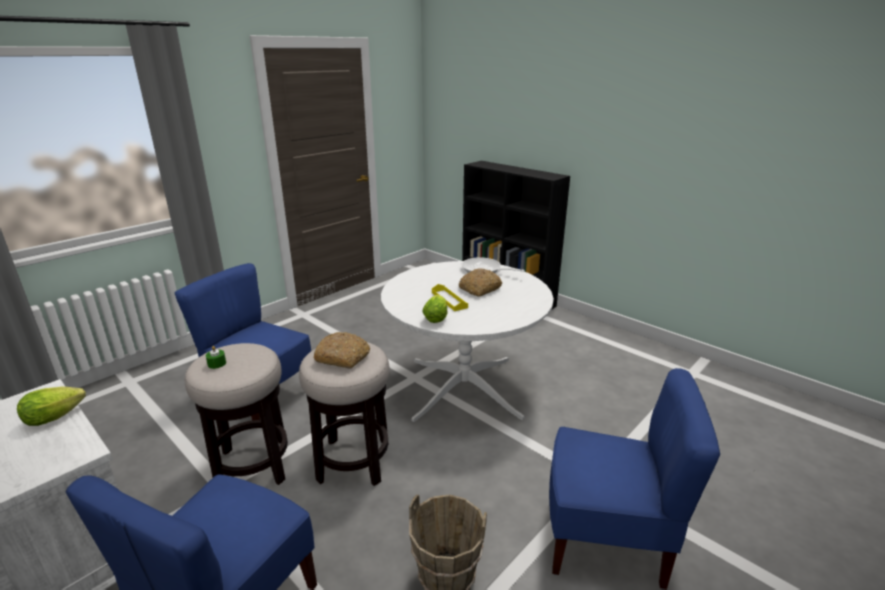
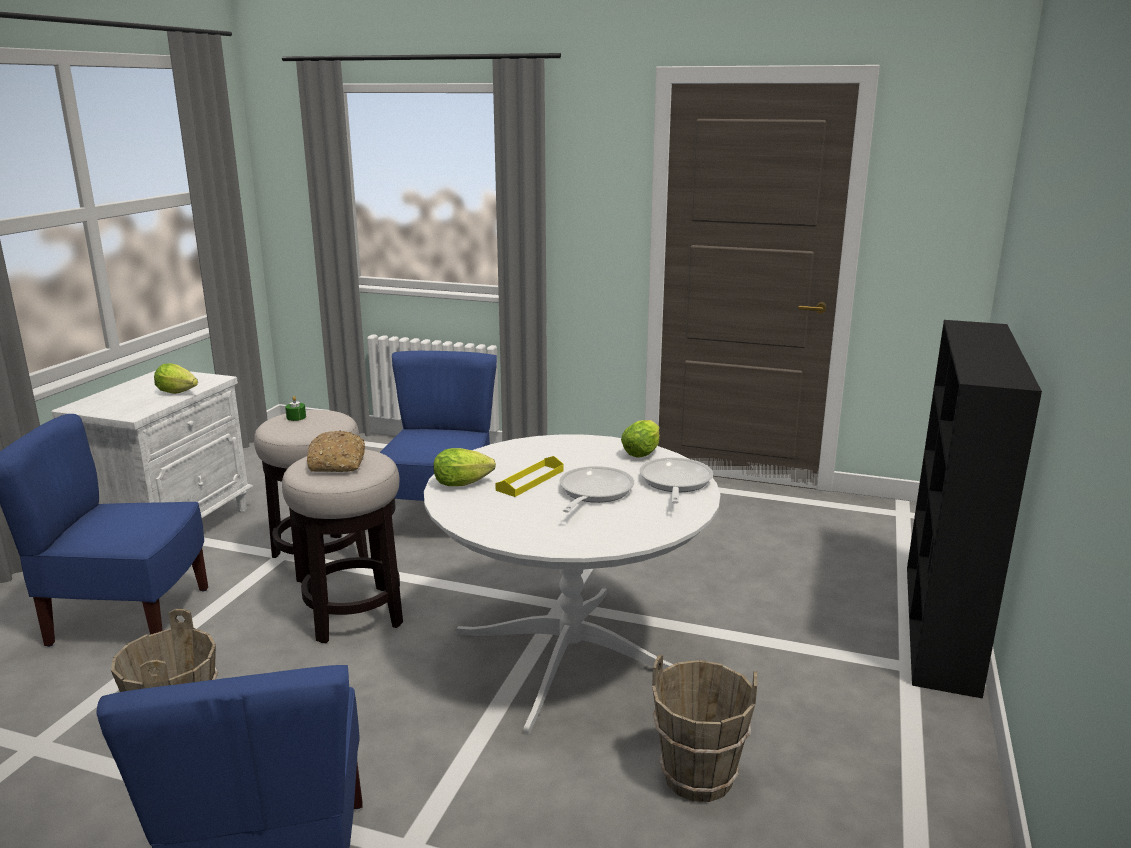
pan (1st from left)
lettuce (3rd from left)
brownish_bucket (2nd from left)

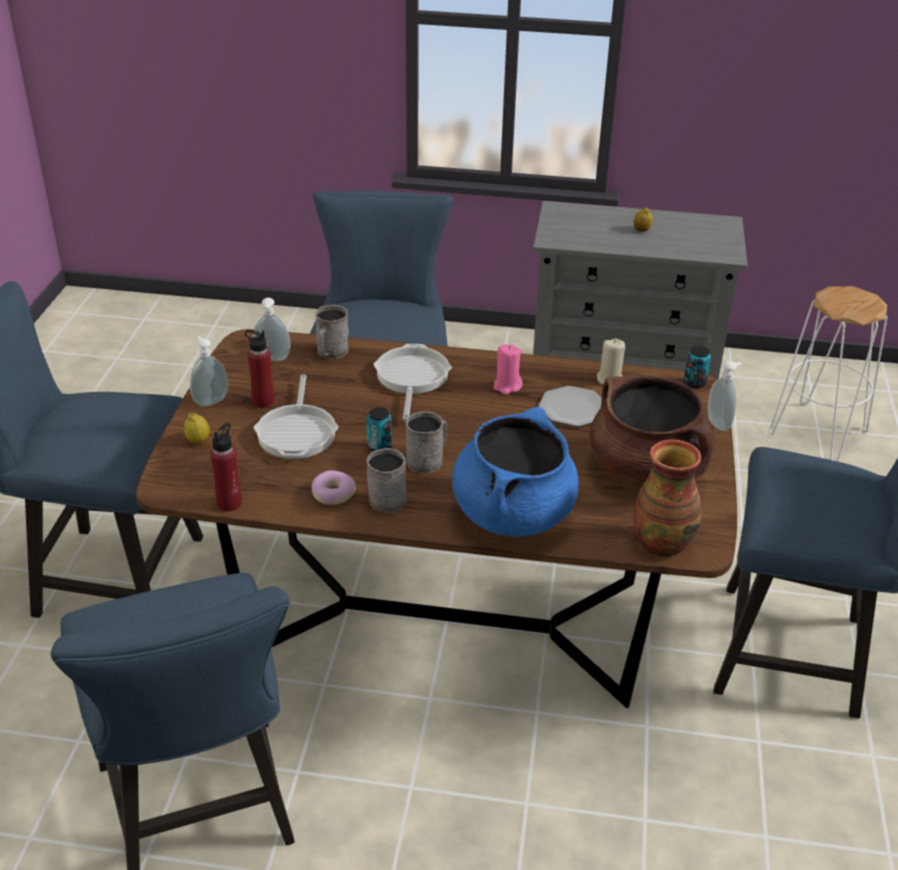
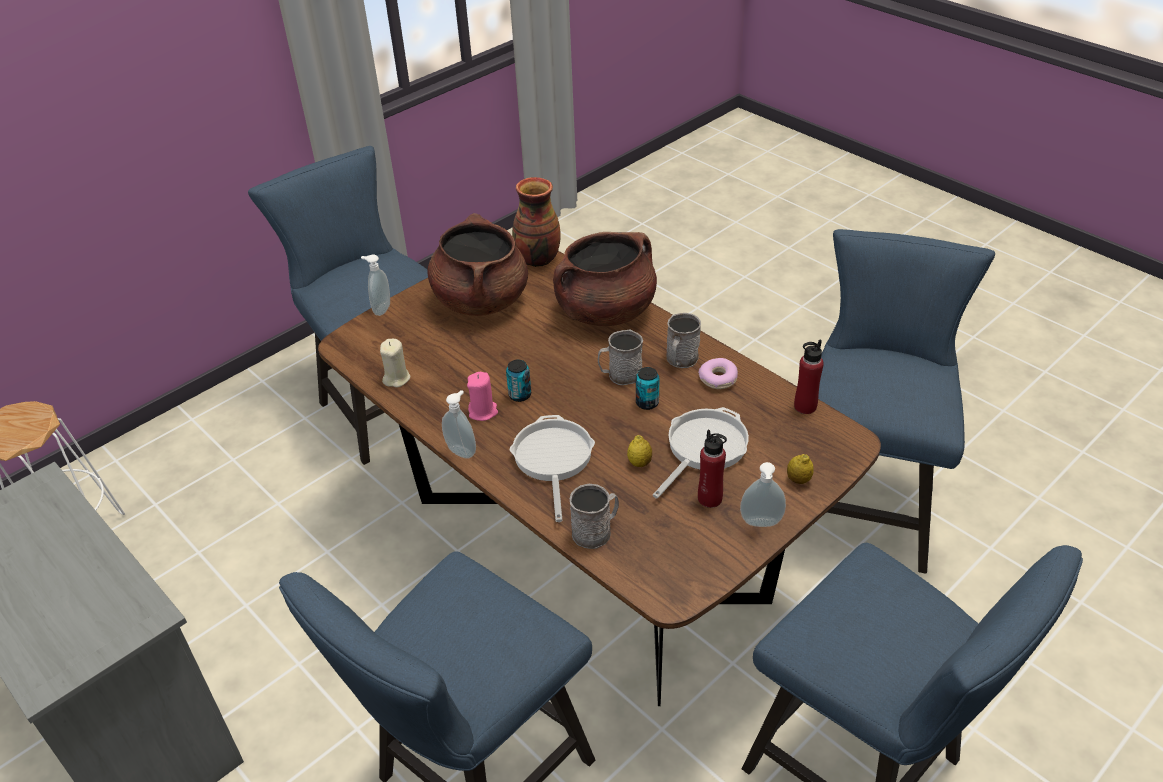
lemon (1st from left)
soap_bottle (2nd from left)
pan (1st from left)
sealed_can (1st from left)
plate
brownish_saucepot (2nd from left)

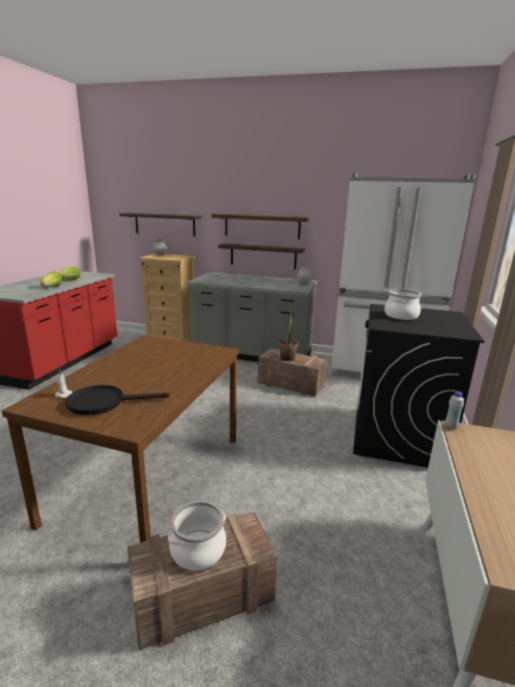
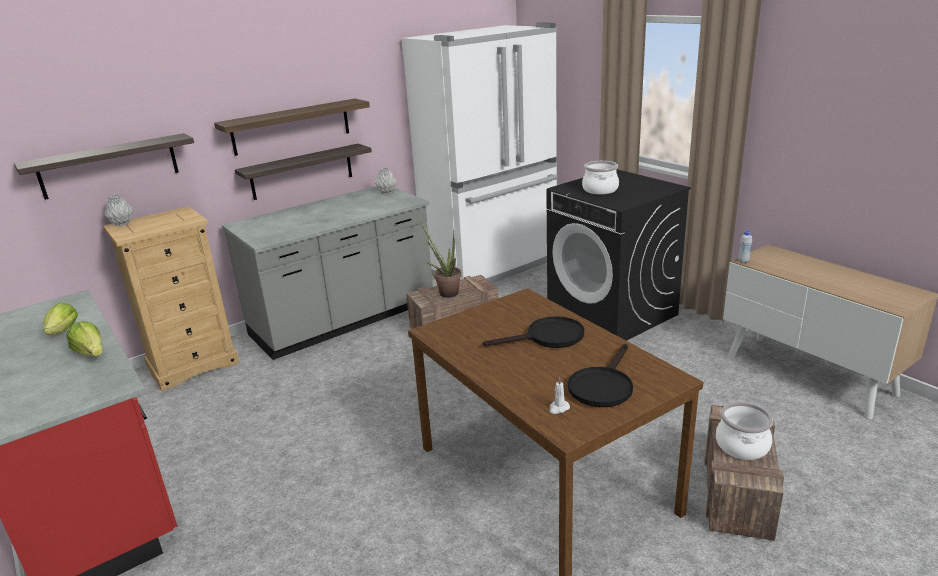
blackish_pan (1st from left)

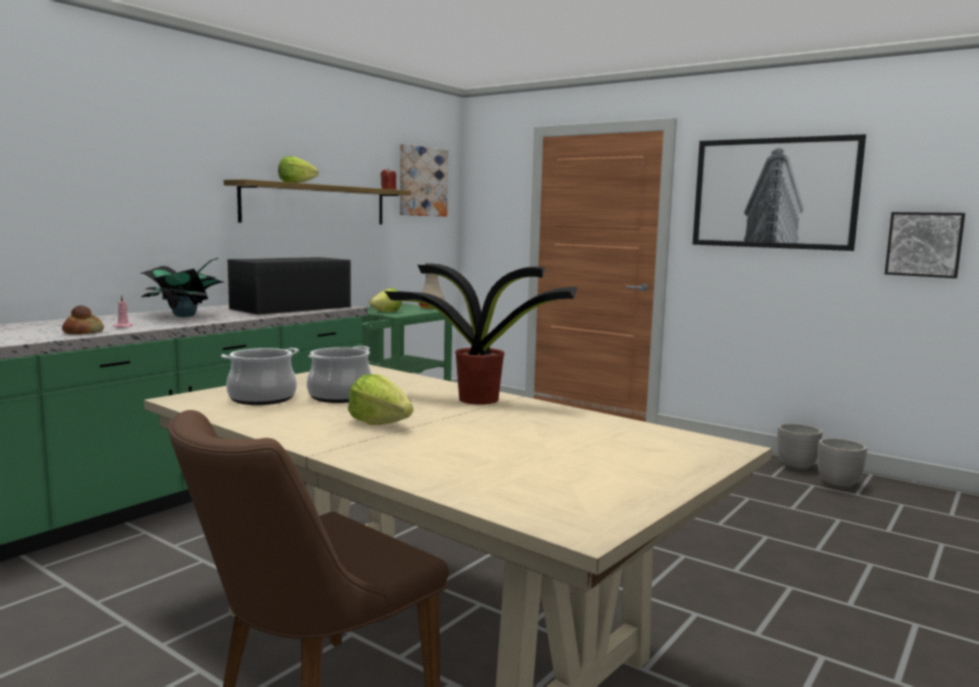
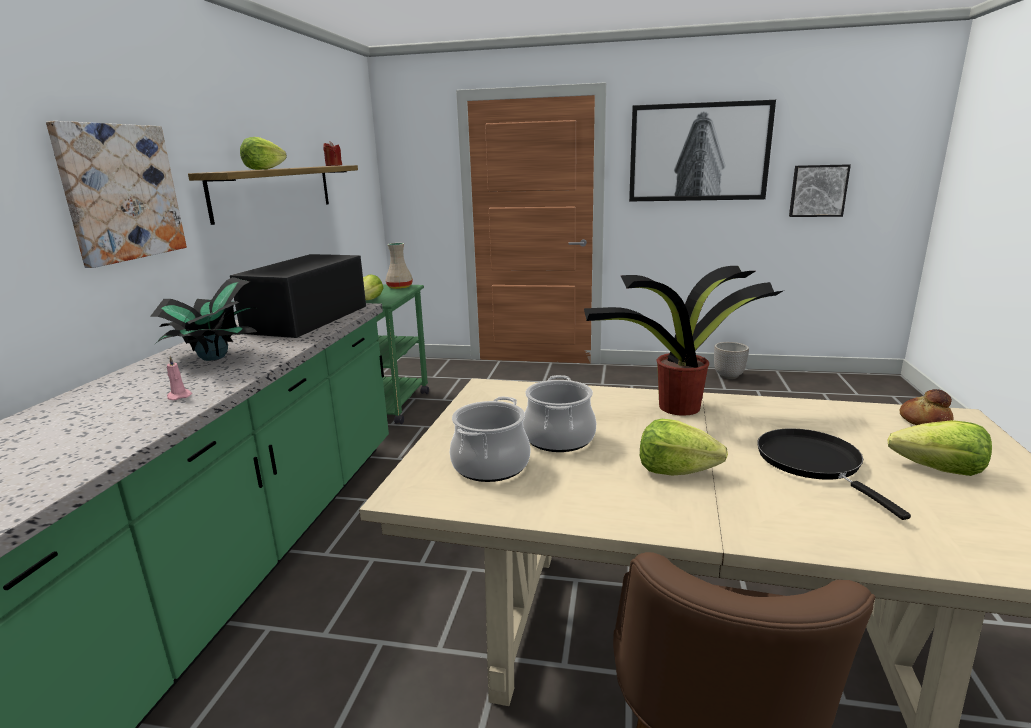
picture (1st from left)
bakery_bread
planter (2nd from left in the first image)
lettuce (4th from left)
blackish_pan

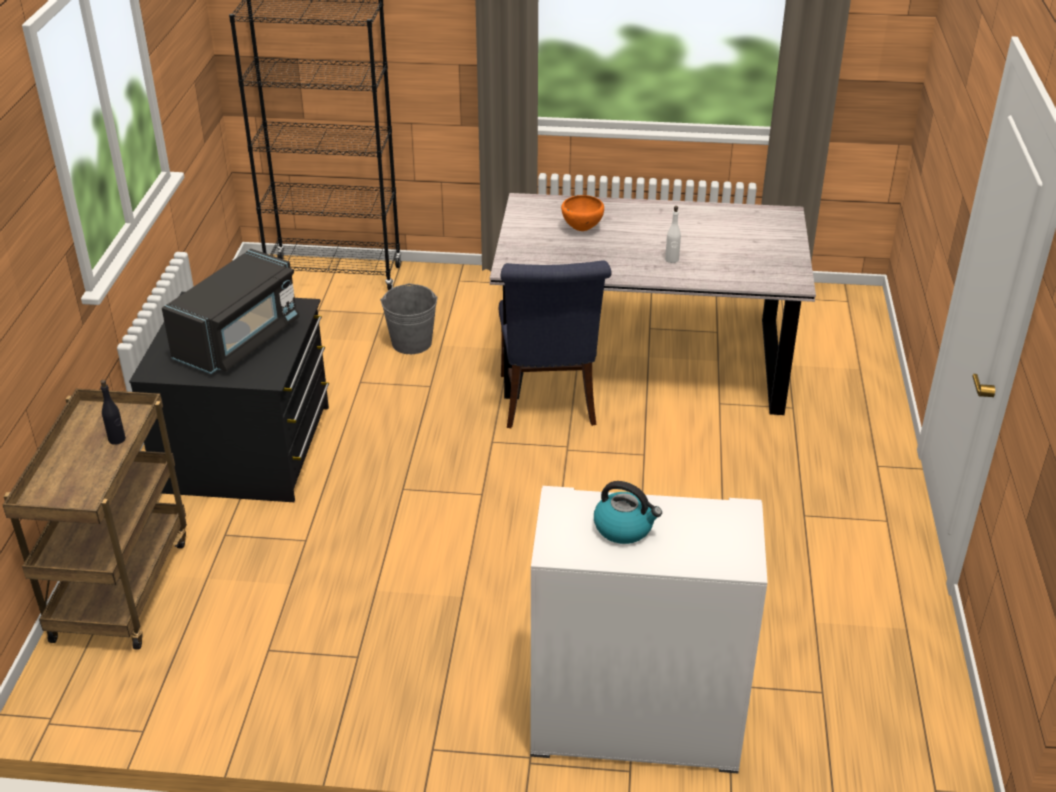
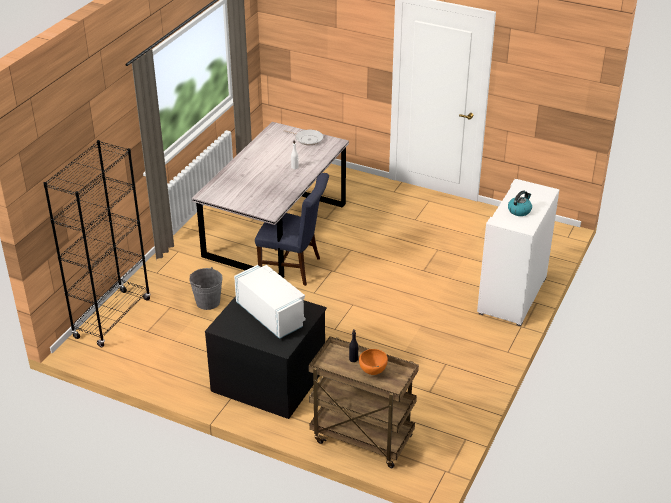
orangey_bowl
white_microwave
pan

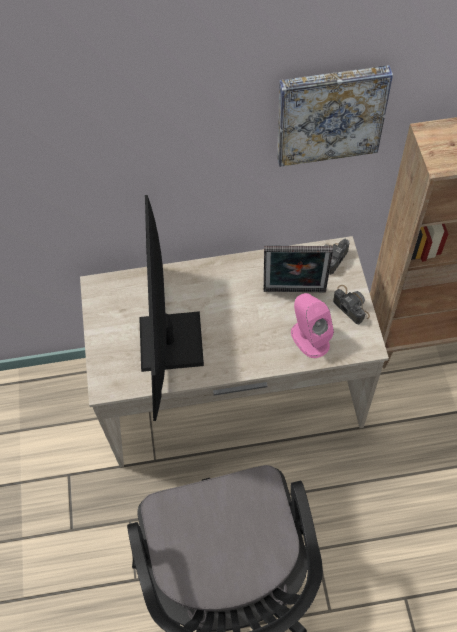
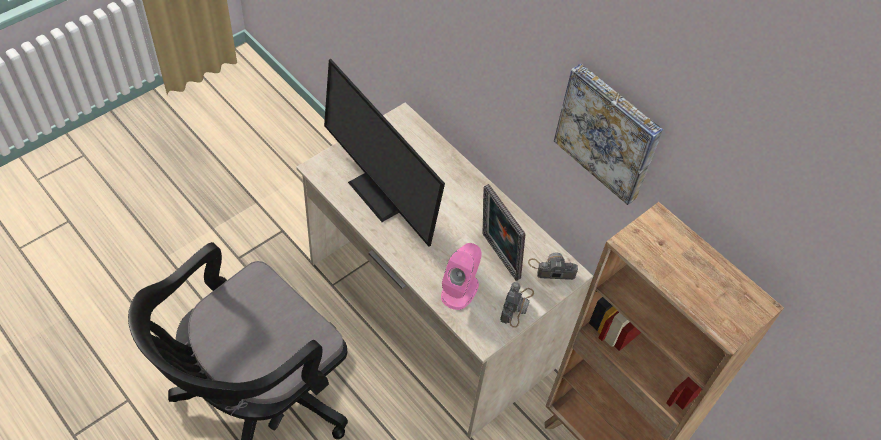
monitor

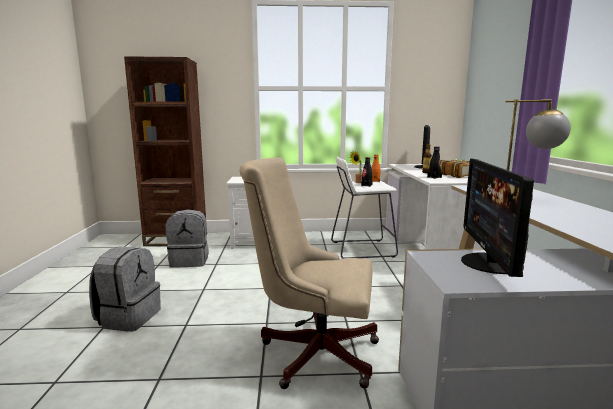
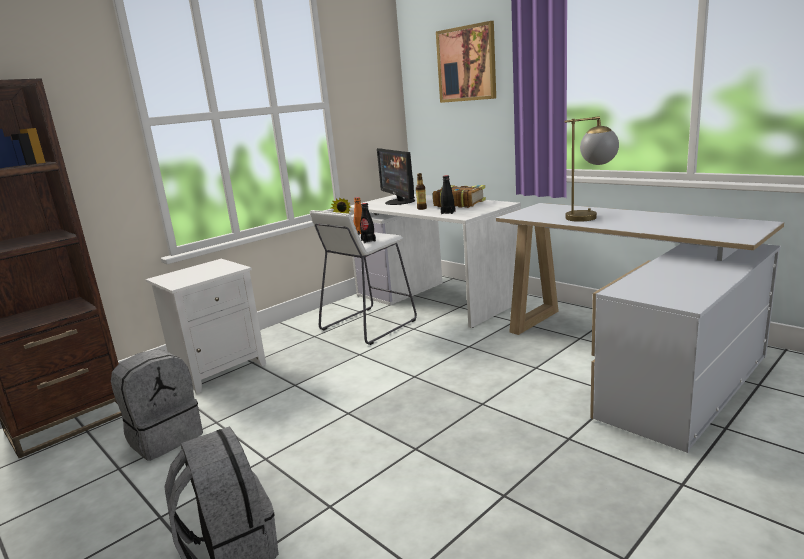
sand-coloured_computer_chair
monitor (2nd from left in the first image)
picture

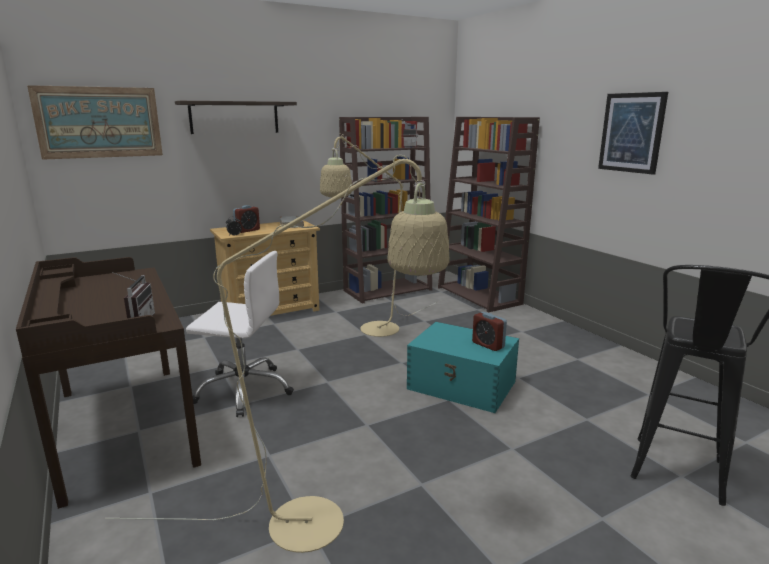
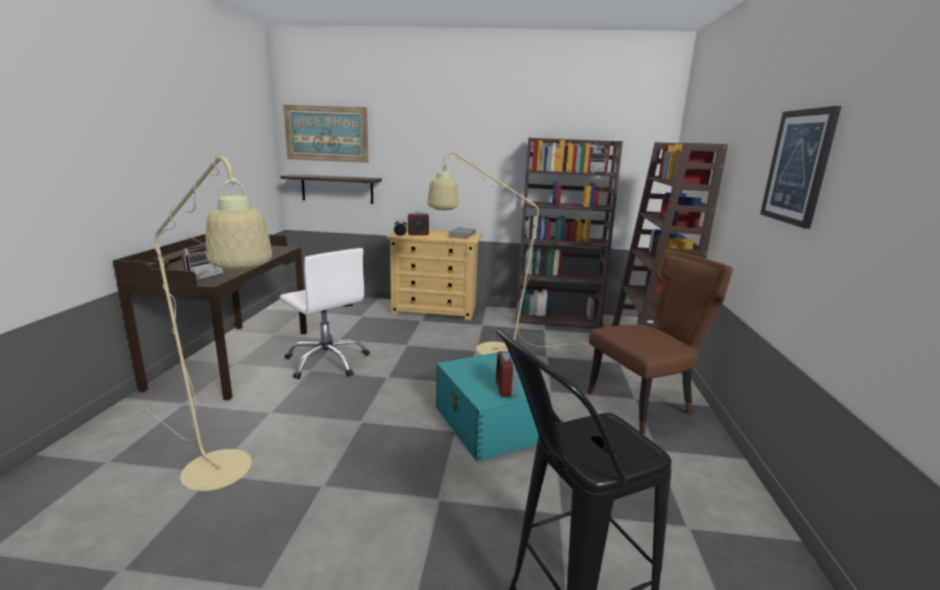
wall_shelf
brownish_plain_chair

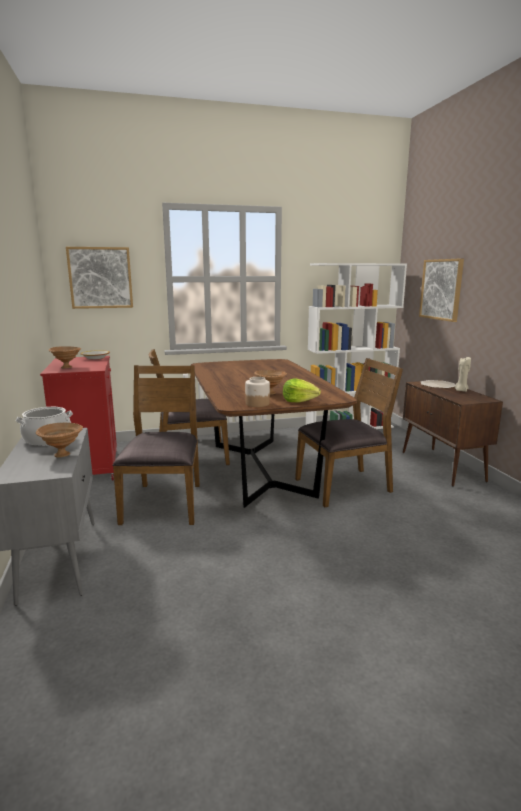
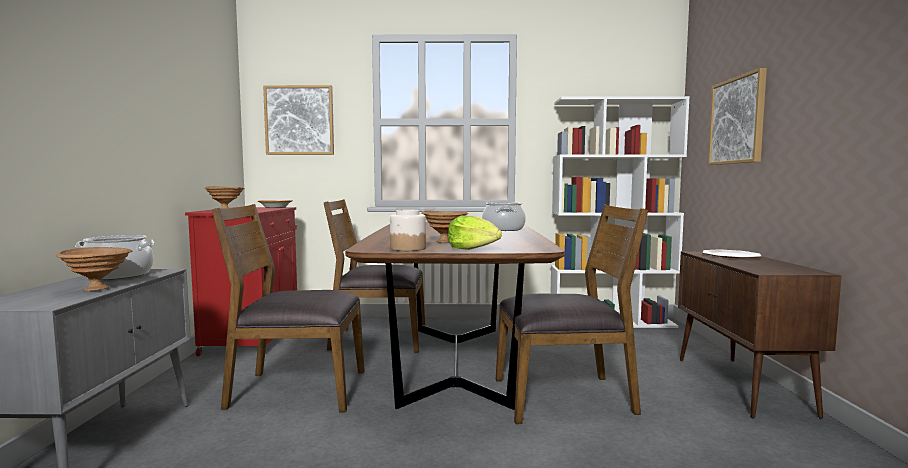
sand-coloured_wax_candle
brownish_plain_chair (1st from left)
saucepot (2nd from left)

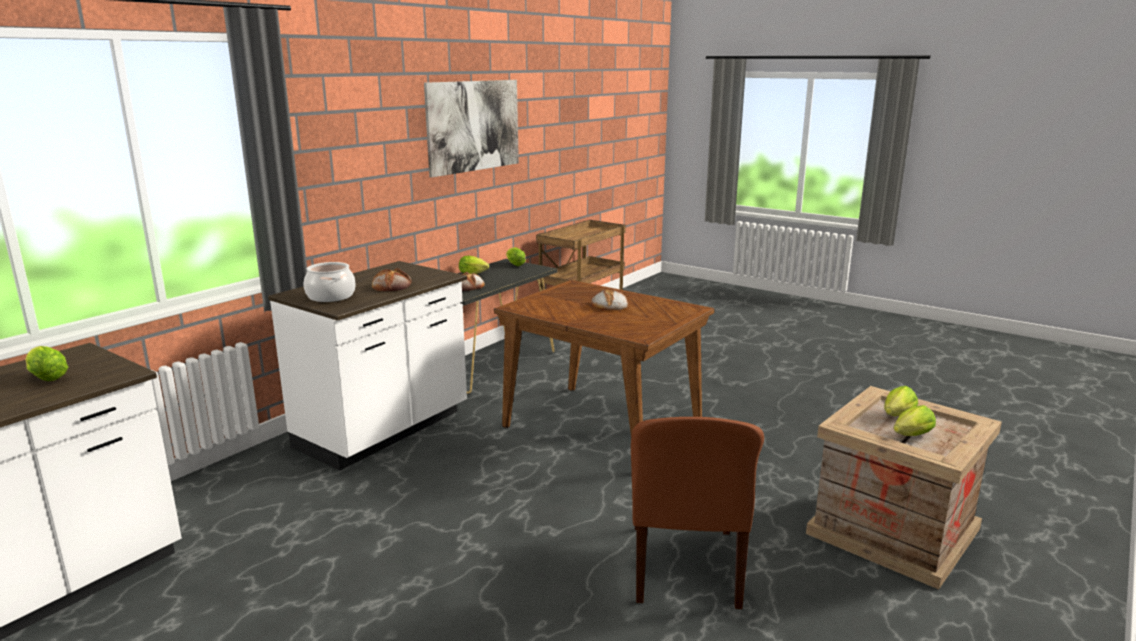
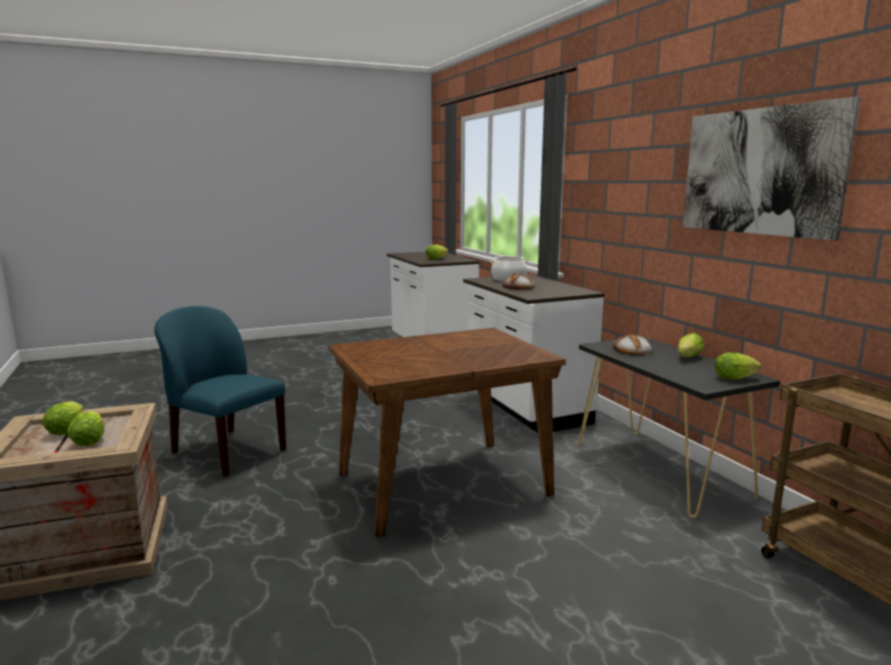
bakery_bread (3rd from left in the first image)
bluish_plain_chair

